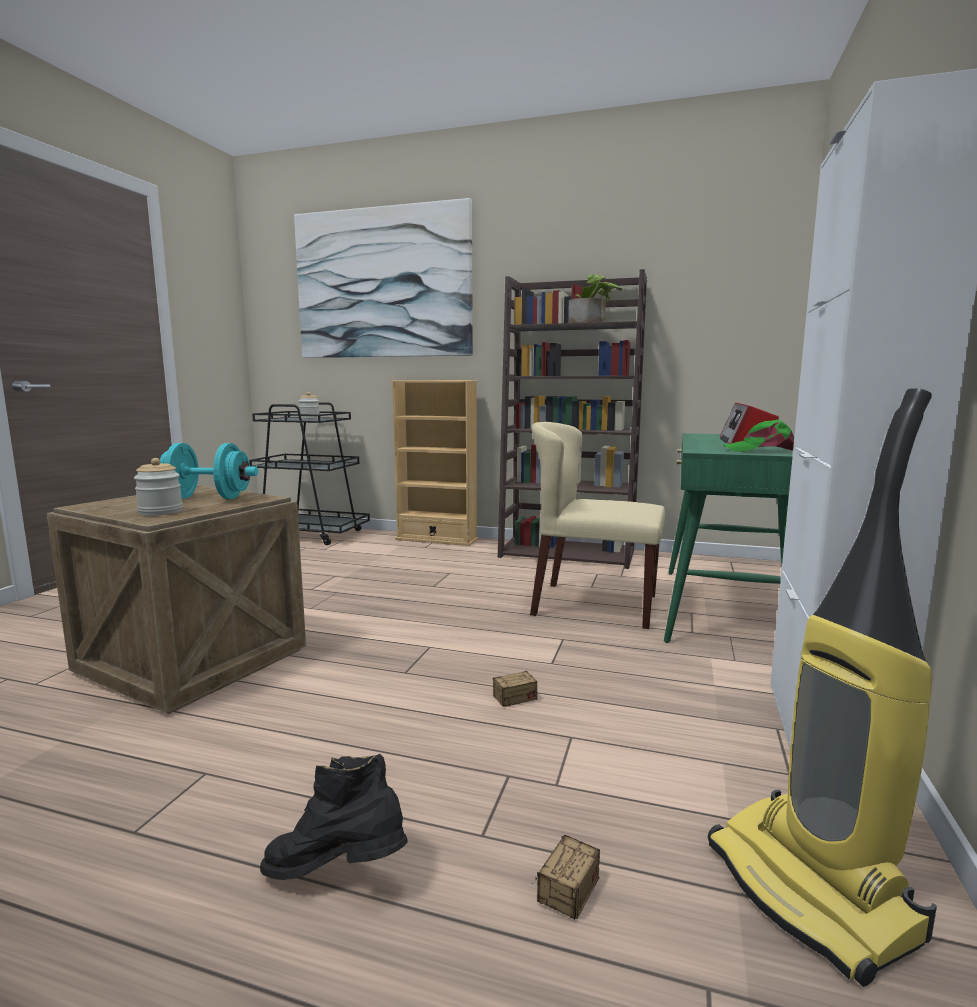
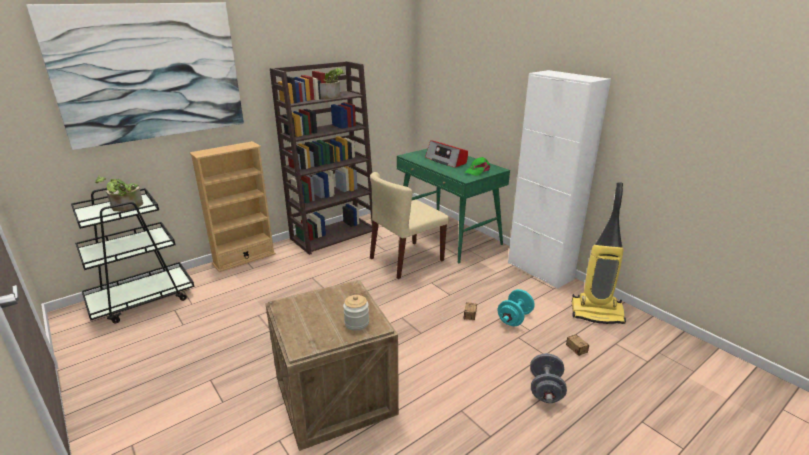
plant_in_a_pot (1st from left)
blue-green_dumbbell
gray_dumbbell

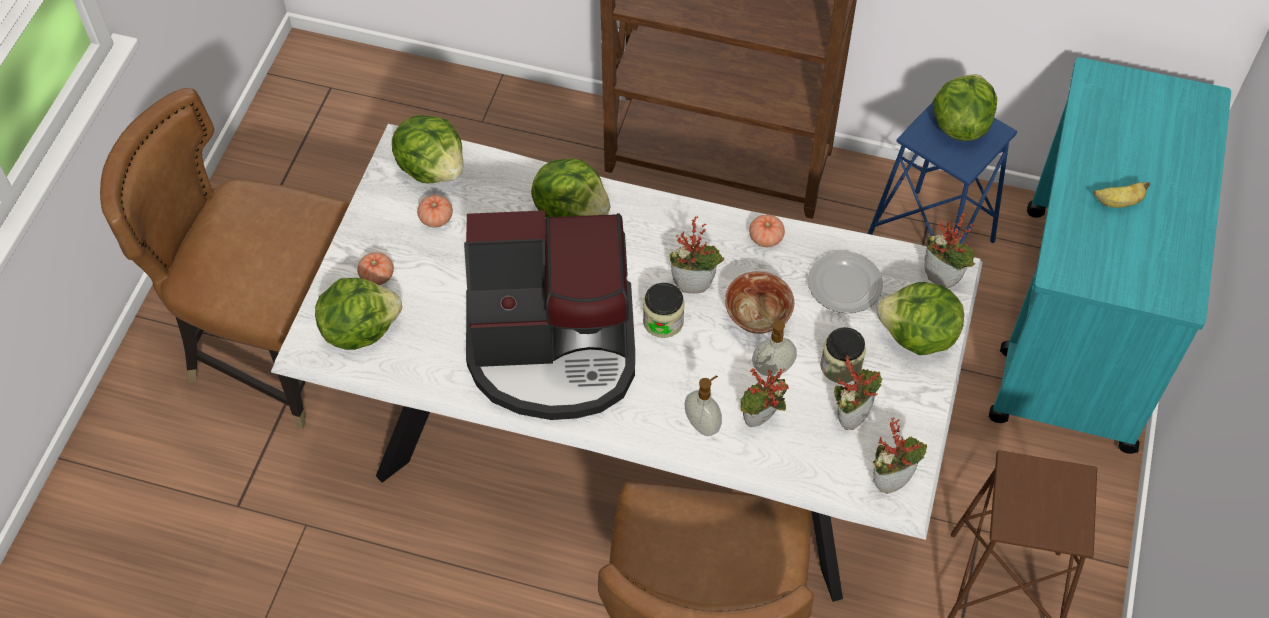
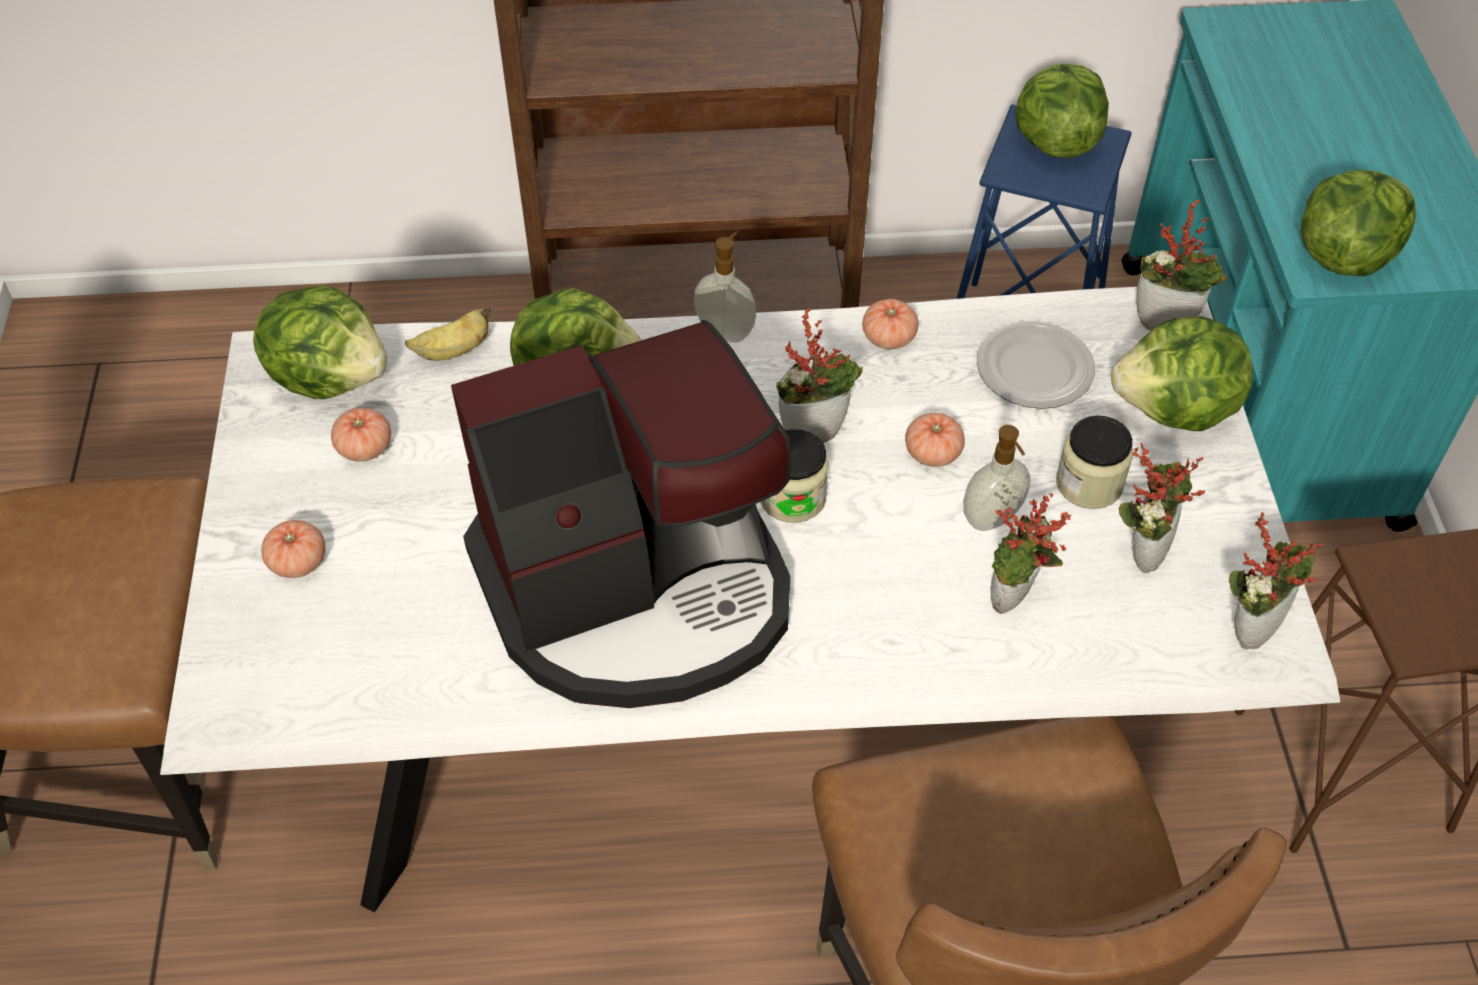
banana_fruit
whole_tomato (4th from left)
lettuce (5th from left)
soap_bottle (1st from left)

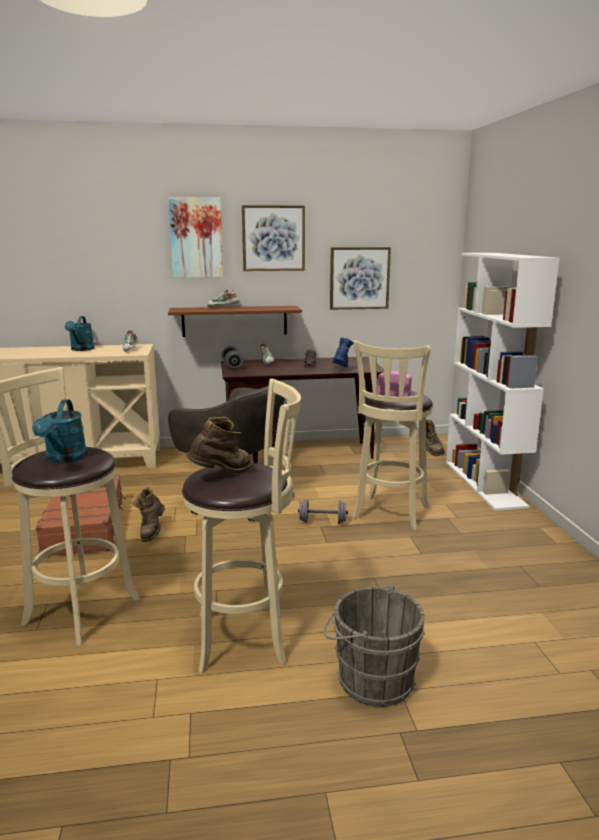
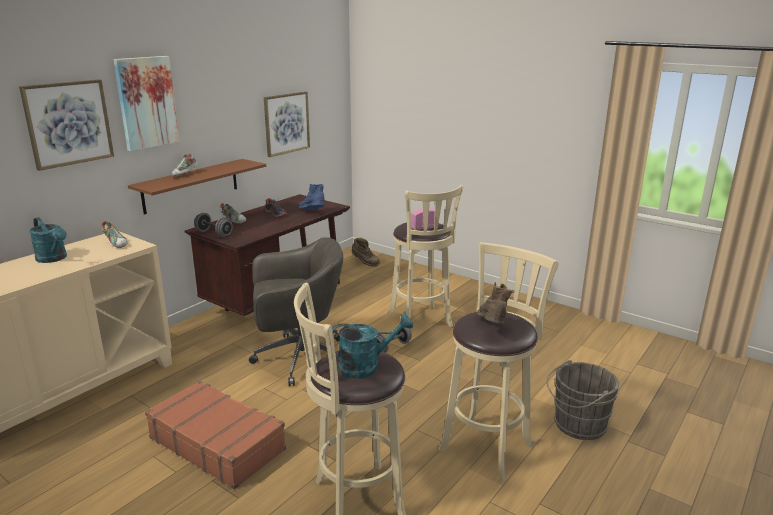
picture (1st from left)
white_bookshelf
blue-green_watering_pot (2nd from left)
brownish_tall_boot (1st from left in the first image)

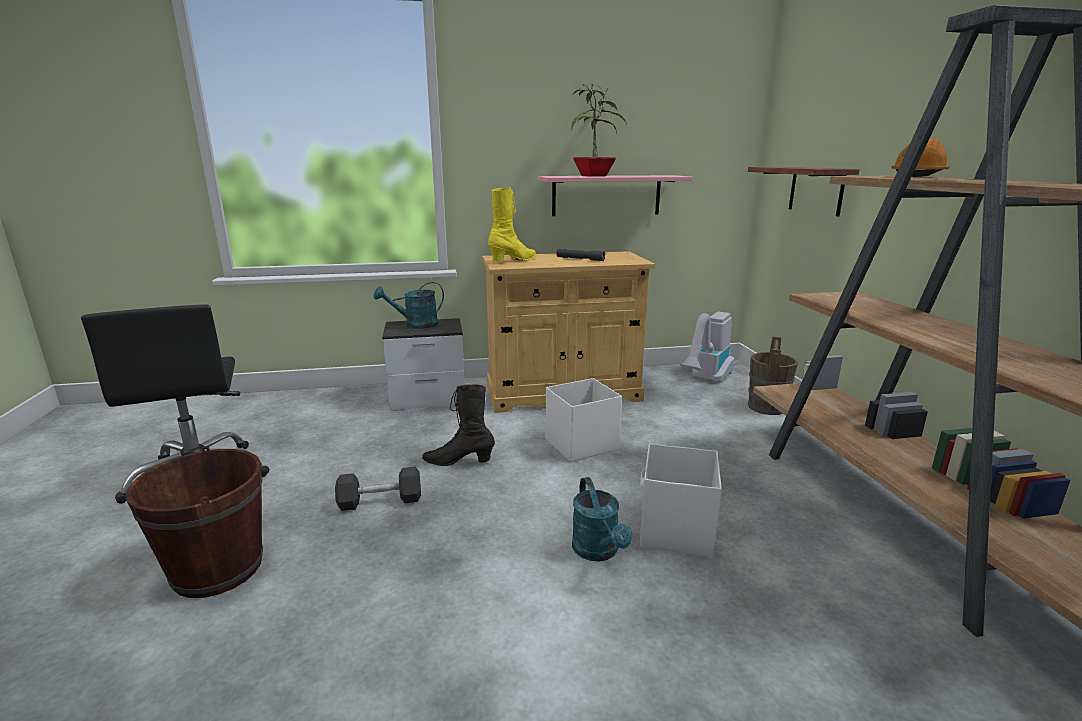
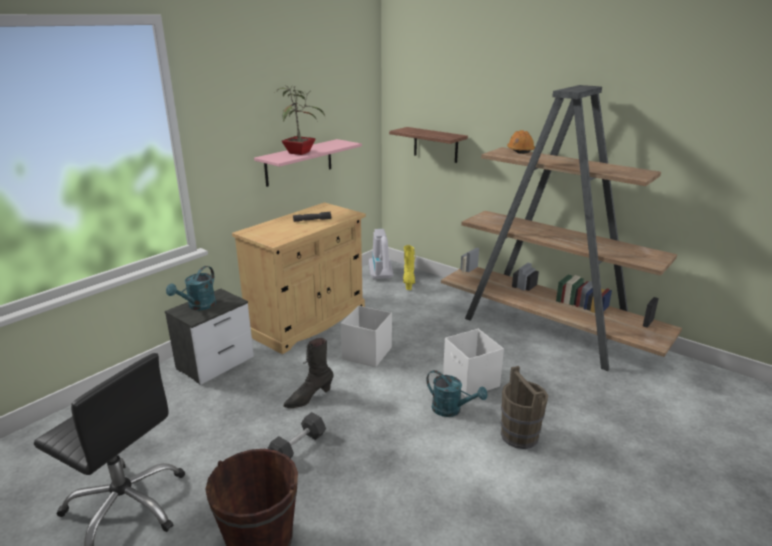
yellow-coloured_tall_boot
brownish_bucket (2nd from left)

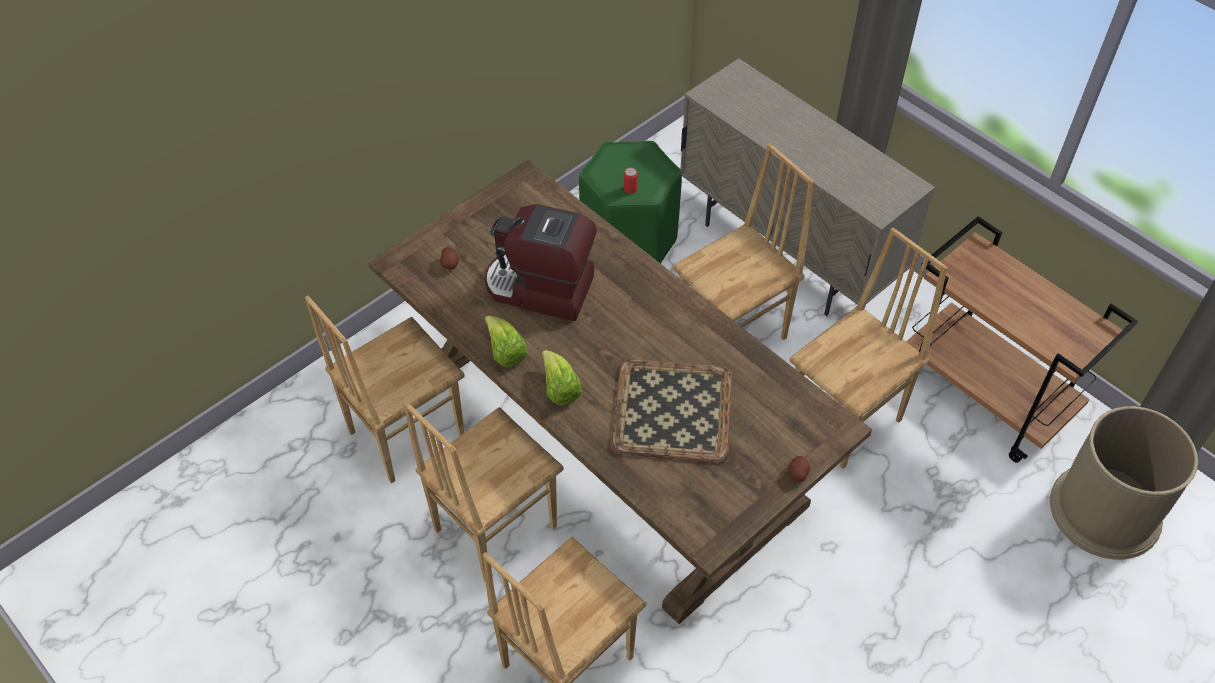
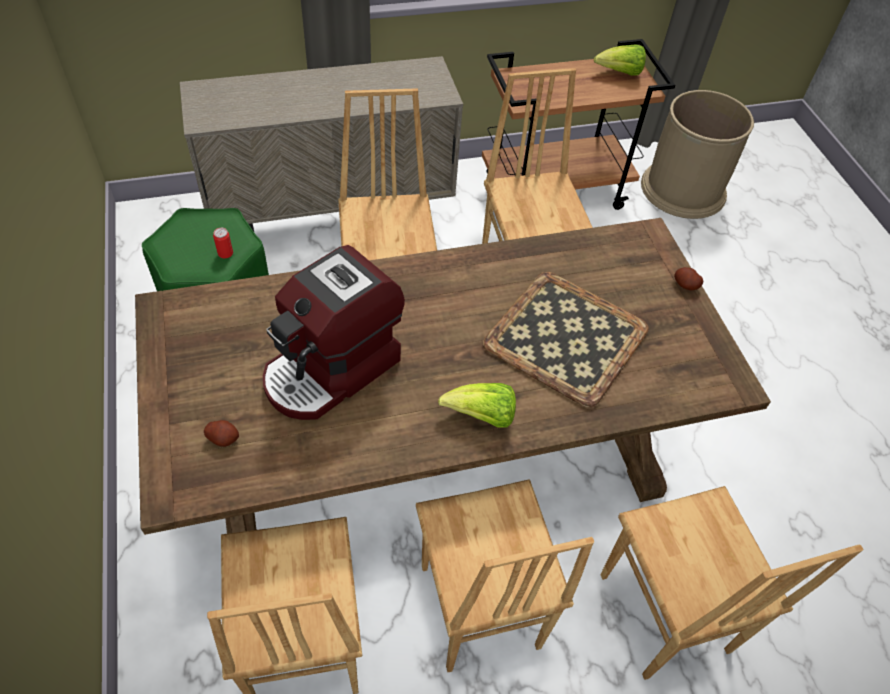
lettuce (2nd from left)

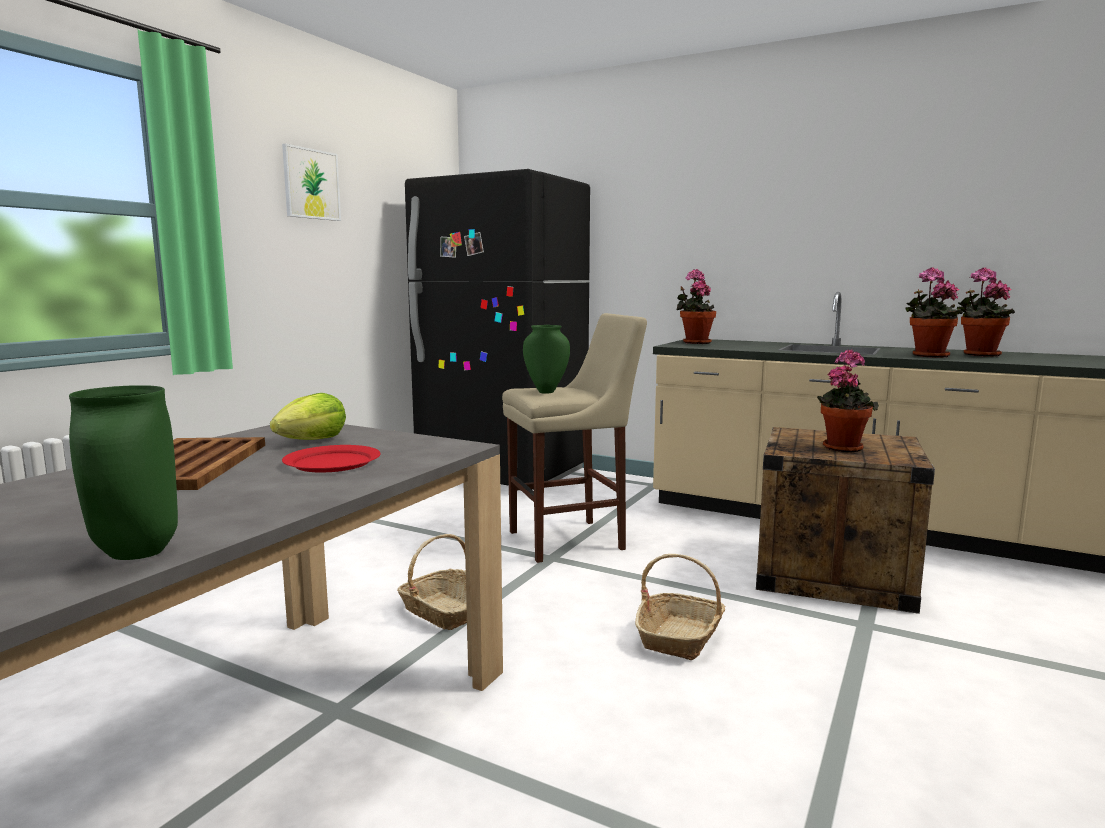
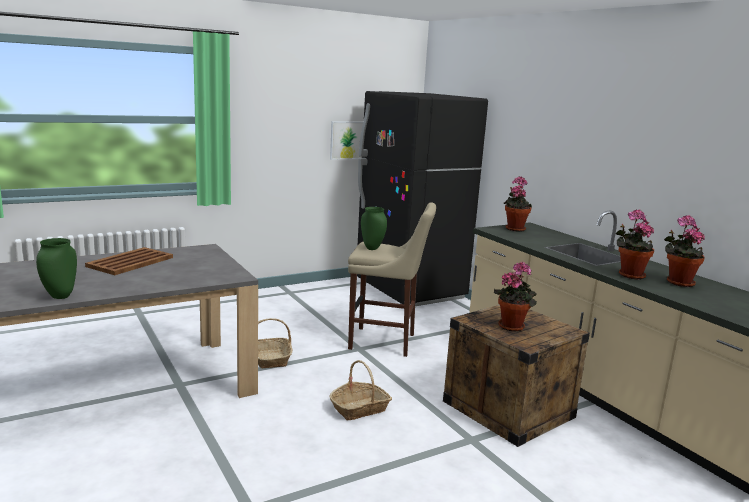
picture
lettuce
red_plate

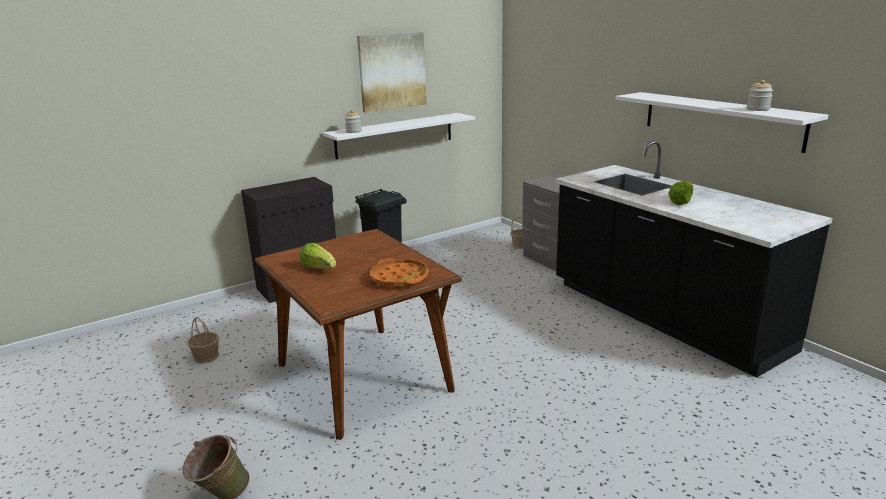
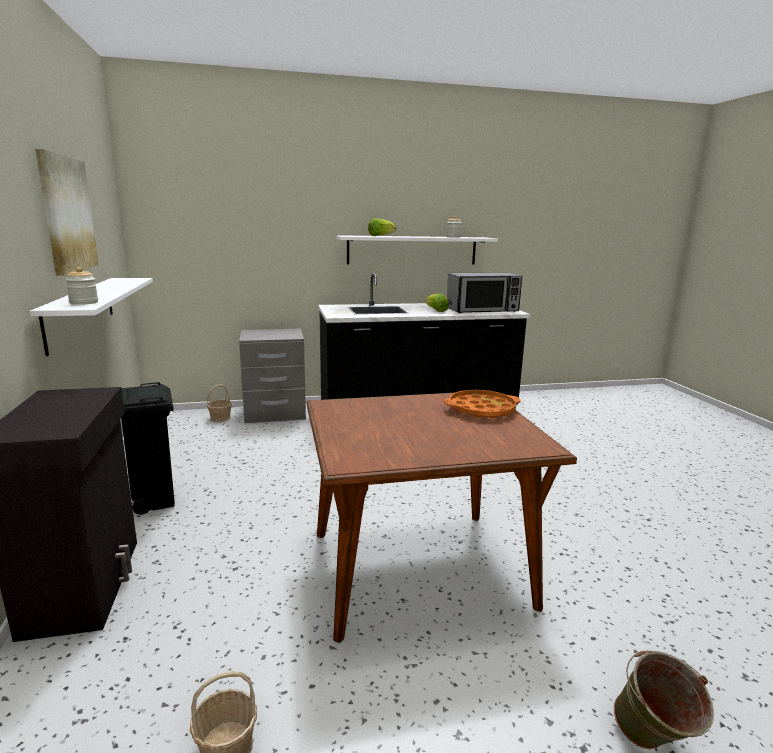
lettuce (1st from left)
microwave

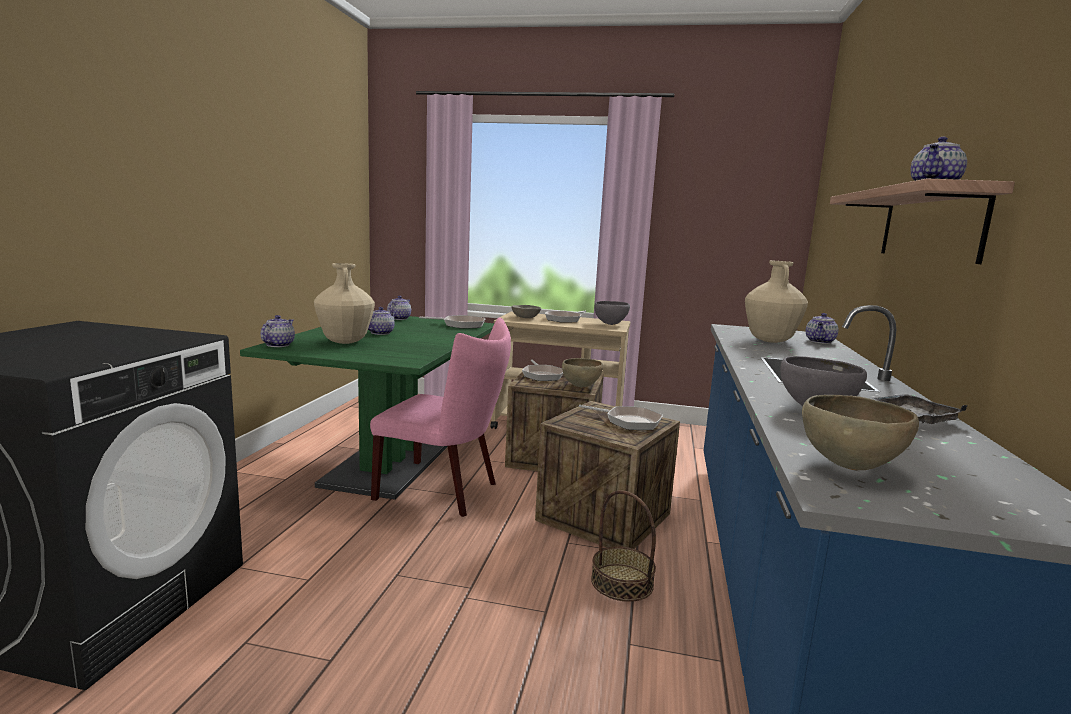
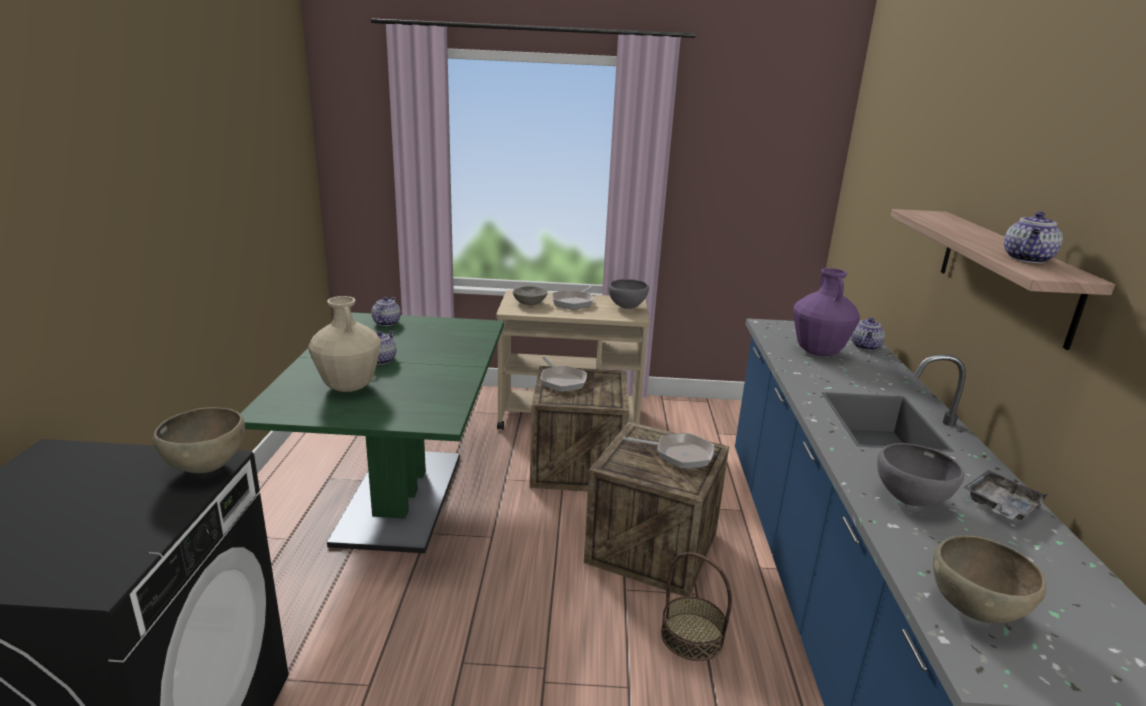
purple-coloured_flower_vase
teapot (1st from left in the first image)
pan (1st from left in the first image)
pink_plain_chair
brownish_bowl (1st from left)

